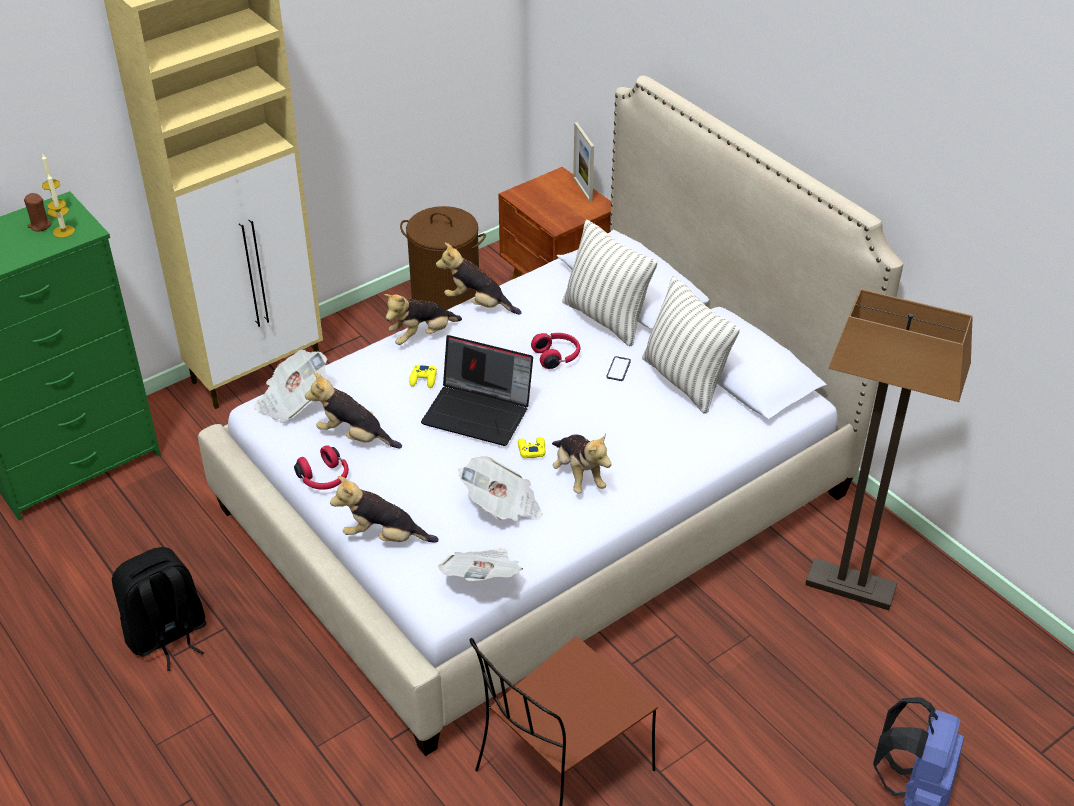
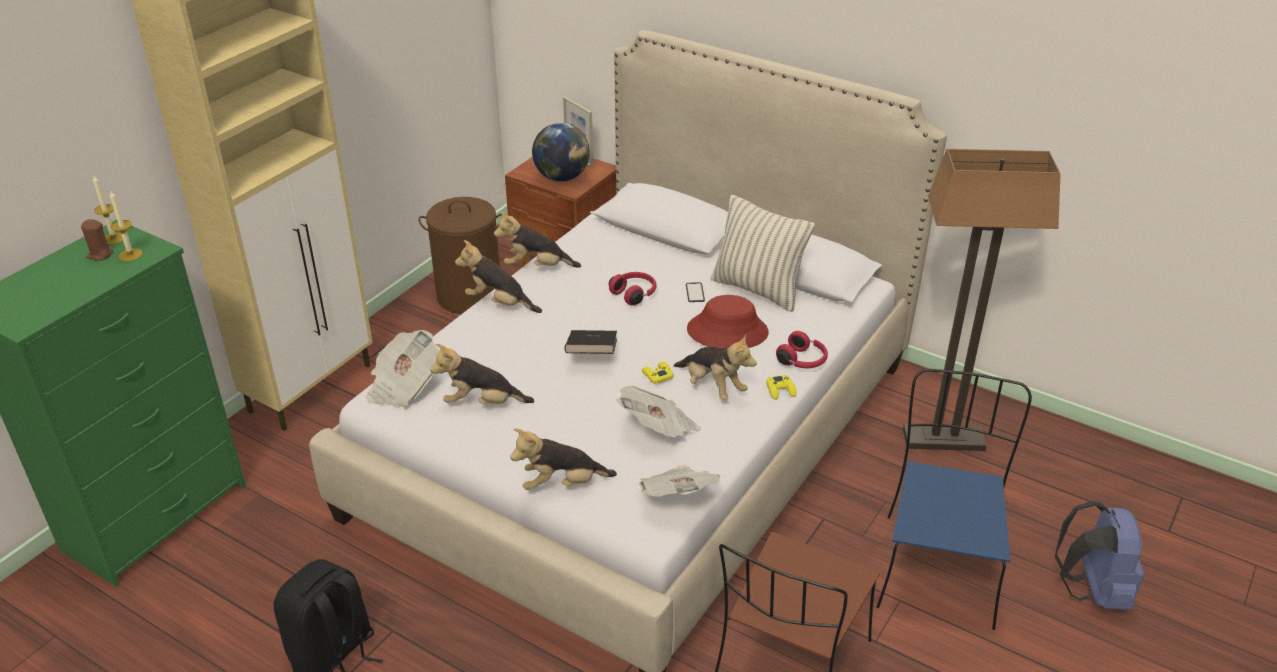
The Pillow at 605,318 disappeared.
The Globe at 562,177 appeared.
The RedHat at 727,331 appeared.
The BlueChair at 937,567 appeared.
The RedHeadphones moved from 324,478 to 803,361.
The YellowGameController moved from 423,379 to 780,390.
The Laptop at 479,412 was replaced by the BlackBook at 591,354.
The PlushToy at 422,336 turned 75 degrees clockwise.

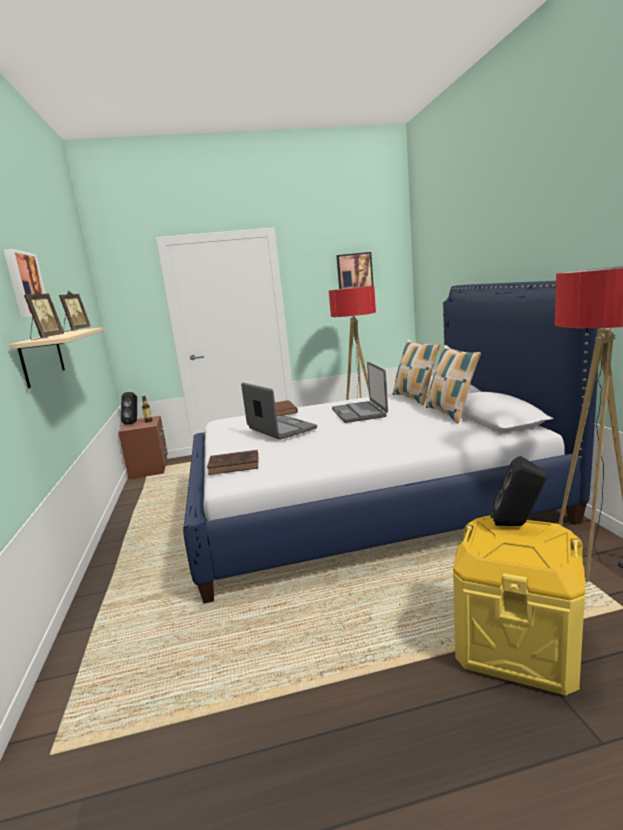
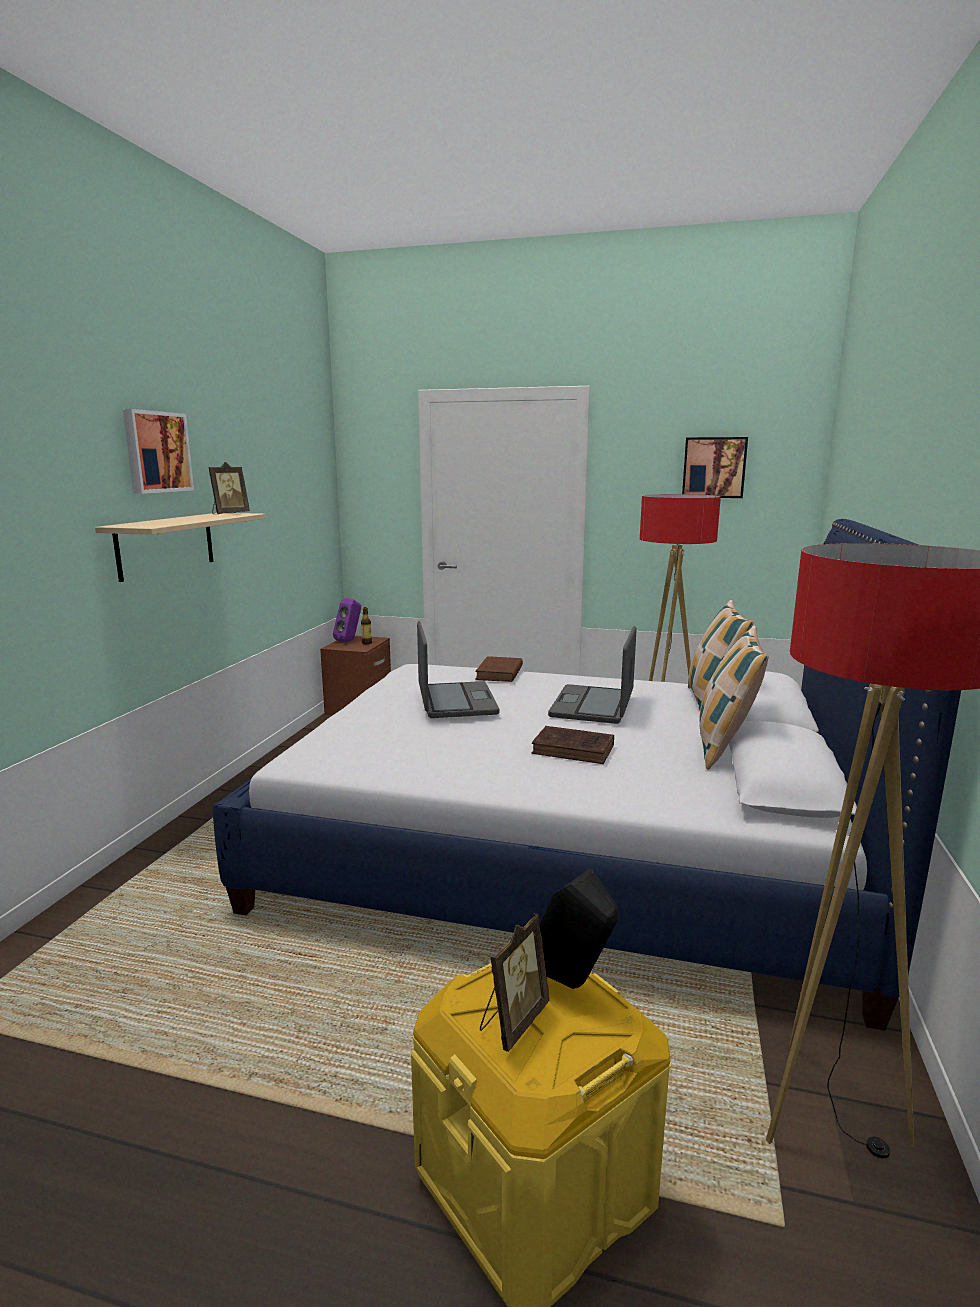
The PictureFrame moved from 46,338 to 512,1021.
The BrownBook moved from 235,465 to 575,750.
The BlackSpeaker at 133,423 became the PurpleSpeaker at 349,640.

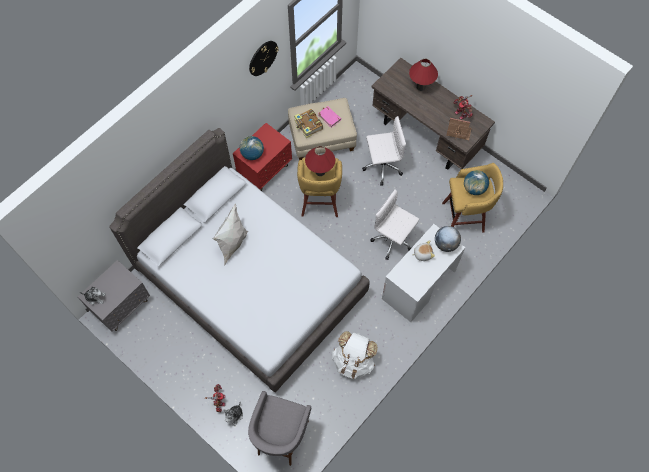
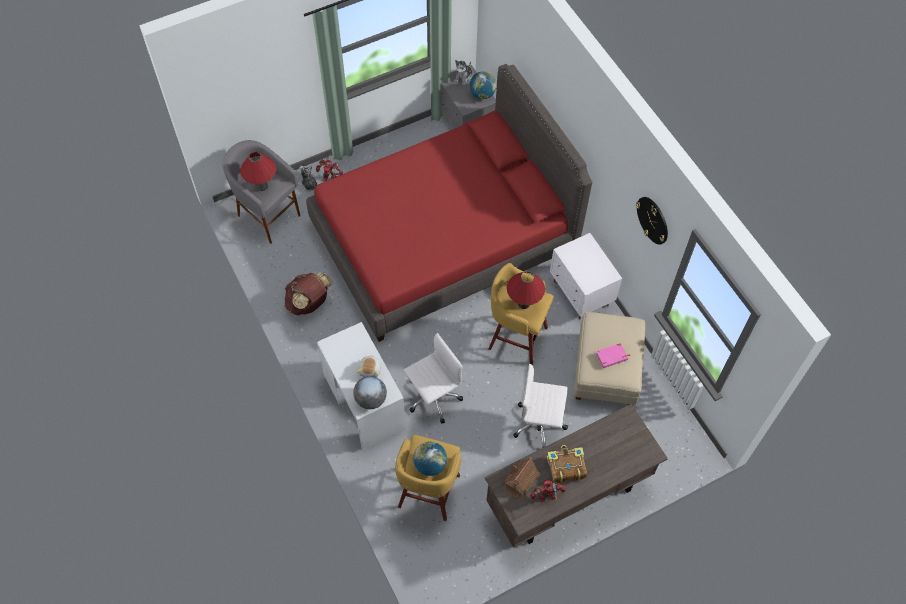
The WhitePillow at 233,244 disappeared.
The Globe moved from 252,154 to 482,94.
The Book moved from 308,126 to 565,467.
The RedTableLamp moved from 420,87 to 262,186.
The GreyBed at 251,283 became the RedBed at 443,238.
The RedNightstand at 265,171 became the WhiteNightstand at 581,294.
The WhiteBackpack at 353,361 became the BrownBackpack at 309,303.
The WhiteOfficeChair at 381,166 turned 90 degrees clockwise.

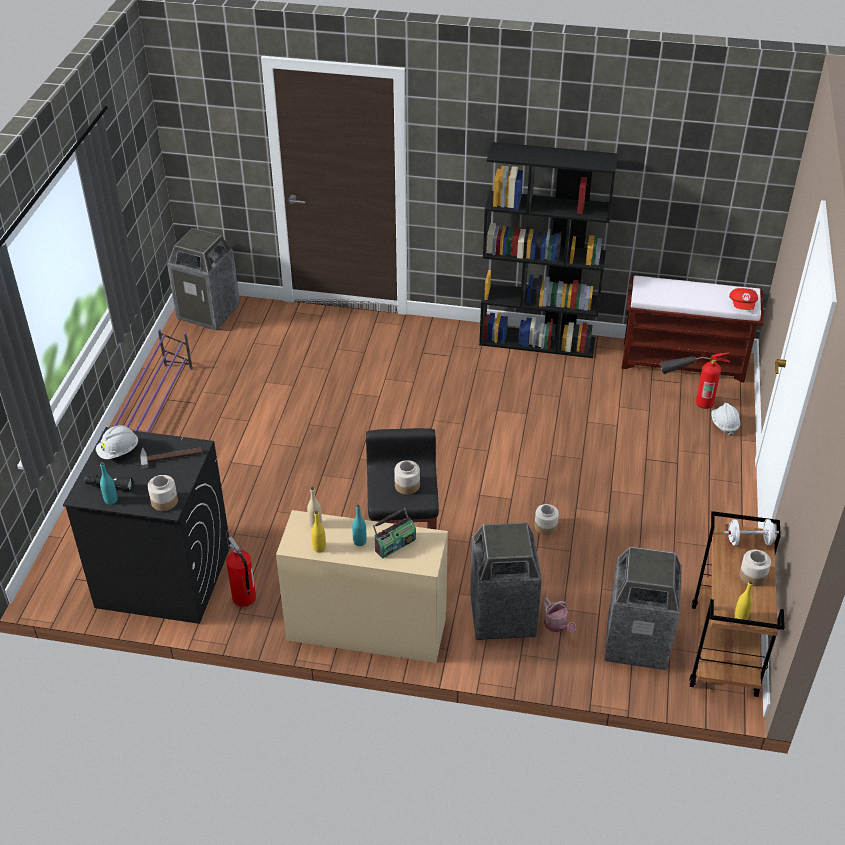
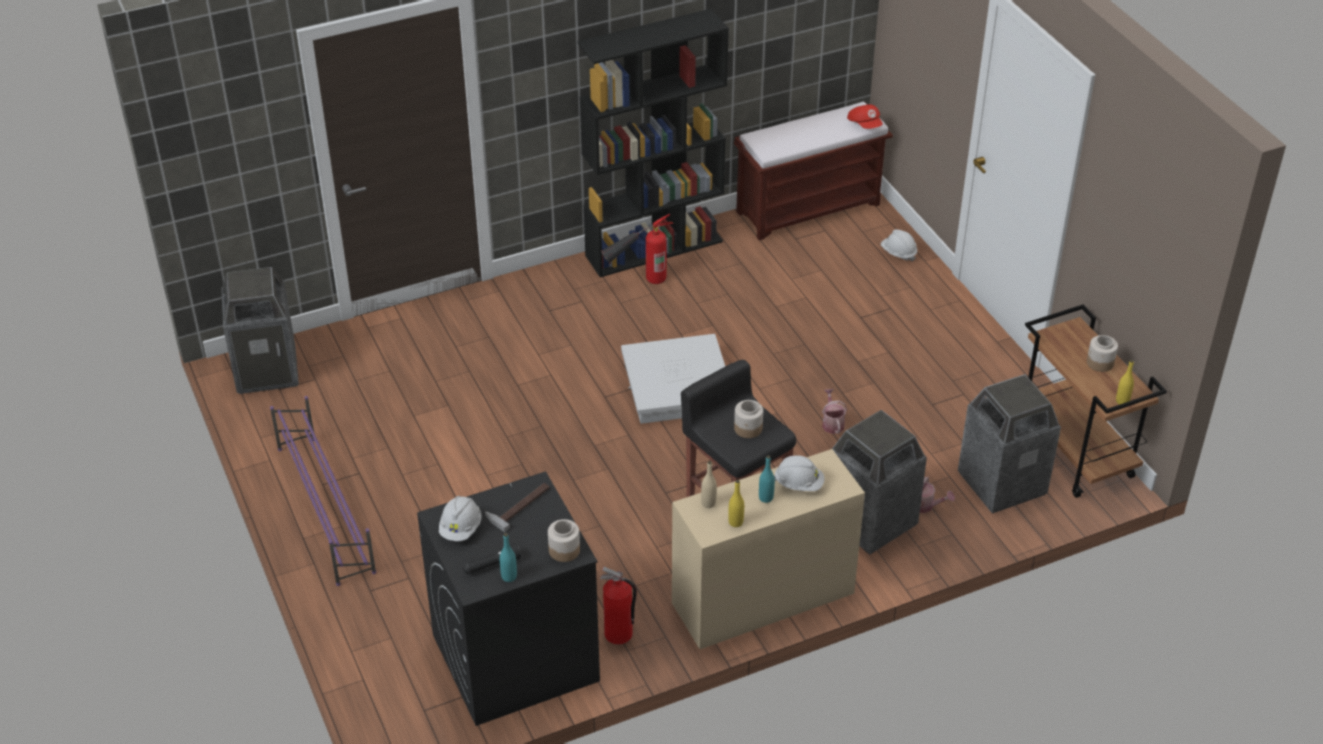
The WhiteDumbbell at 749,541 disappeared.
The WhiteStorageBox at 677,387 appeared.
The FireExtinguisher moved from 687,400 to 637,282.
The Radio at 394,544 was replaced by the WhiteHardHat at 799,484.
The Jar at 546,526 was replaced by the WateringCan at 832,423.

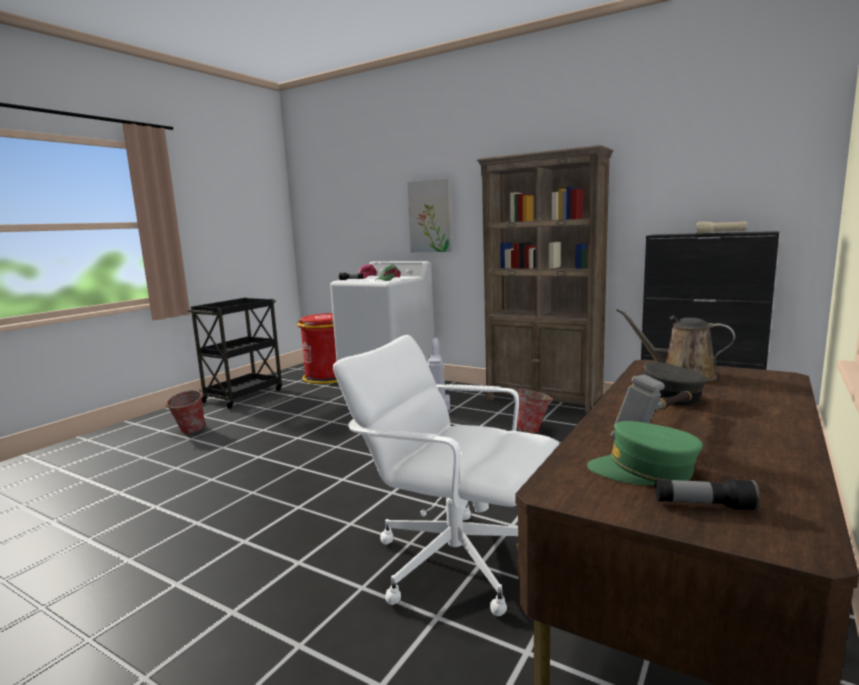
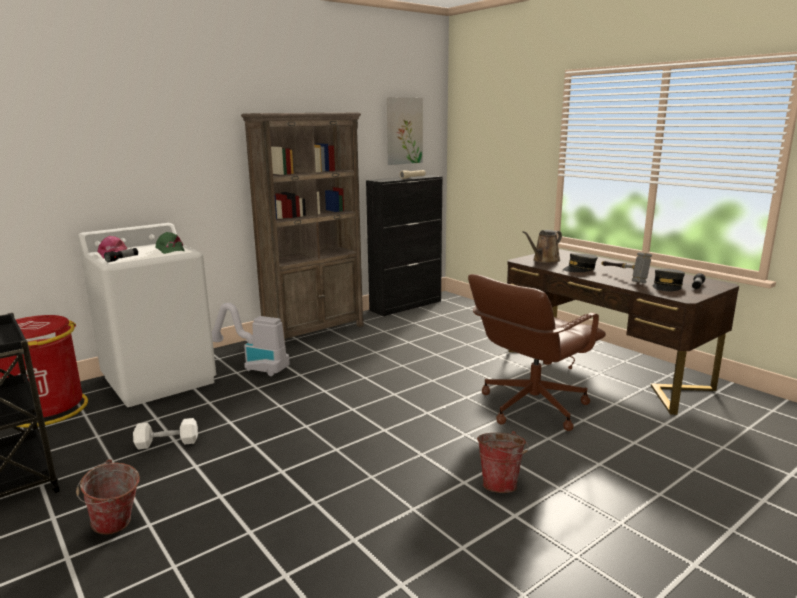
The WhiteDumbbell at 167,443 appeared.
The Picture moved from 430,216 to 404,131.
The Bucket moved from 532,430 to 501,484.
The WhiteOfficeChair at 454,561 became the BrownOfficeChair at 531,406.
The GreenCap at 644,471 became the GreyCap at 667,286.

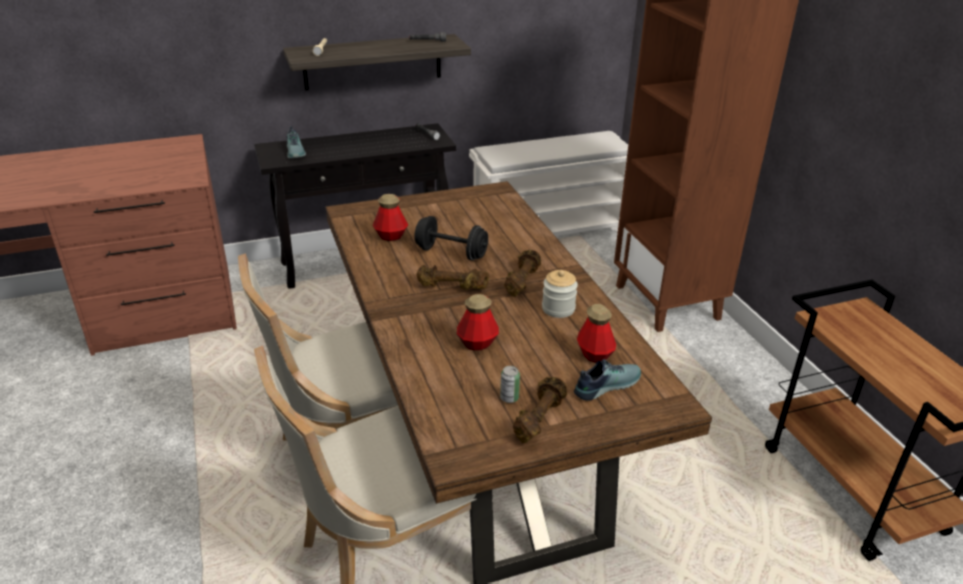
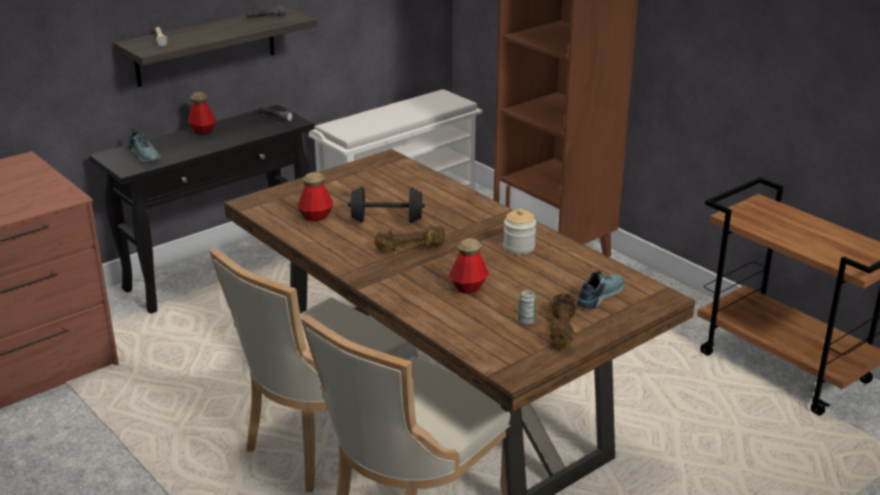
The BrownDumbbell at 521,281 disappeared.
The Bottle moved from 594,354 to 203,131.

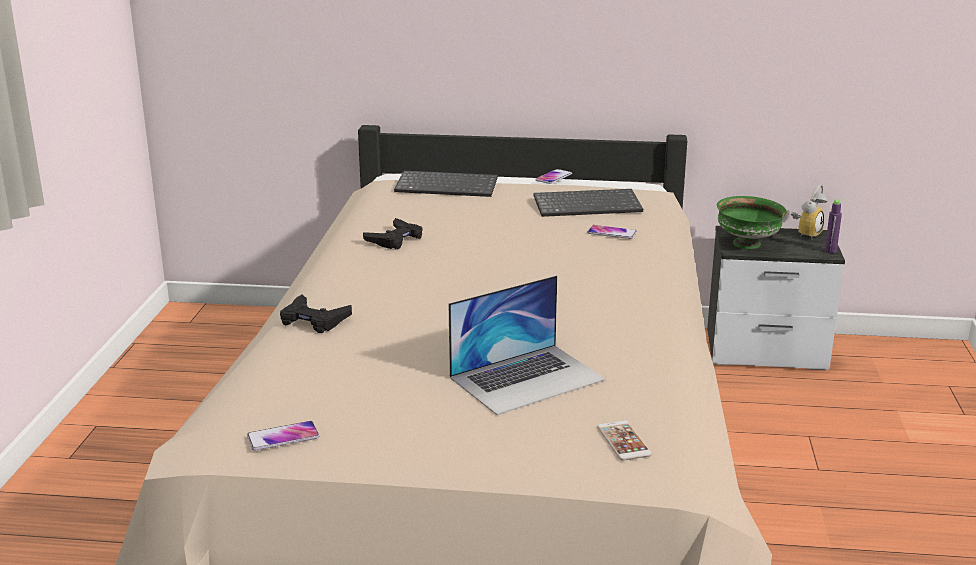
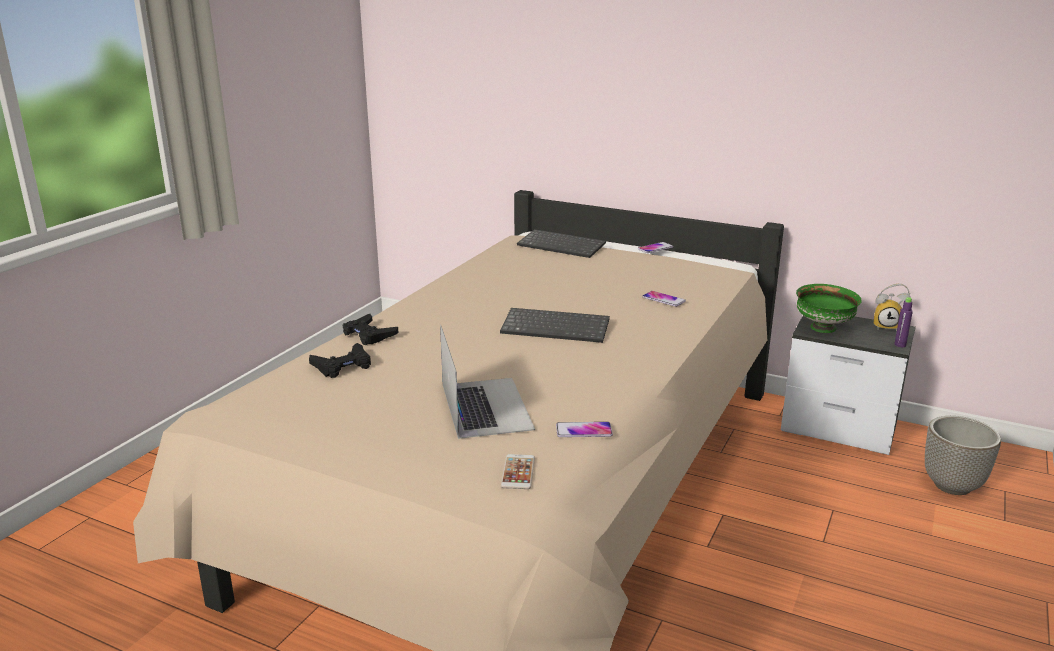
The Planter at 951,485 appeared.
The Phone moved from 283,437 to 584,431.
The BlackGameController moved from 395,239 to 343,366.
The Keyboard moved from 588,205 to 557,327.
The Laptop at 527,378 turned 90 degrees counterclockwise.
The AlarmClock at 806,234 turned 45 degrees clockwise.

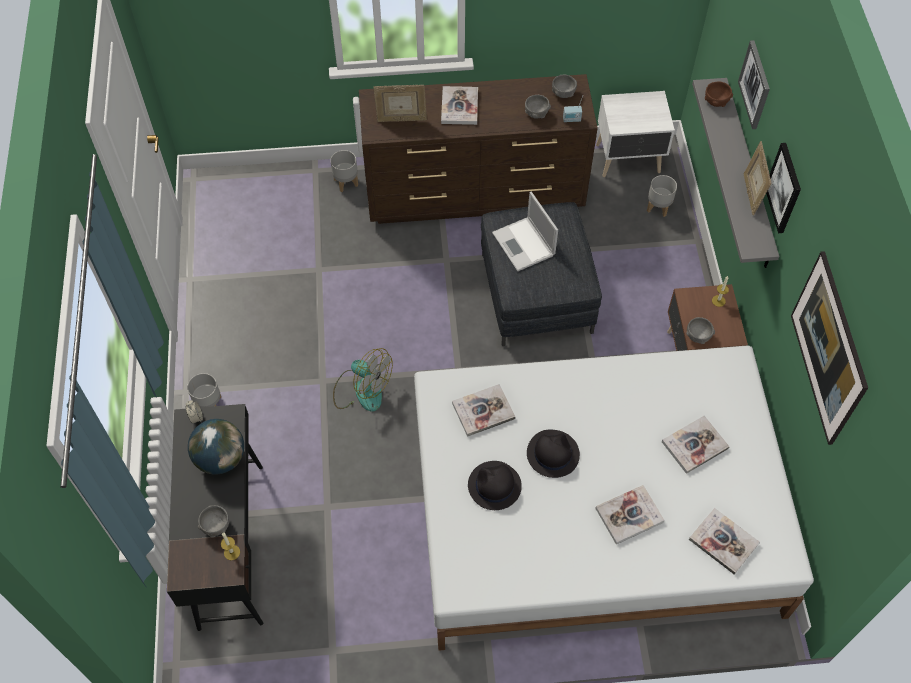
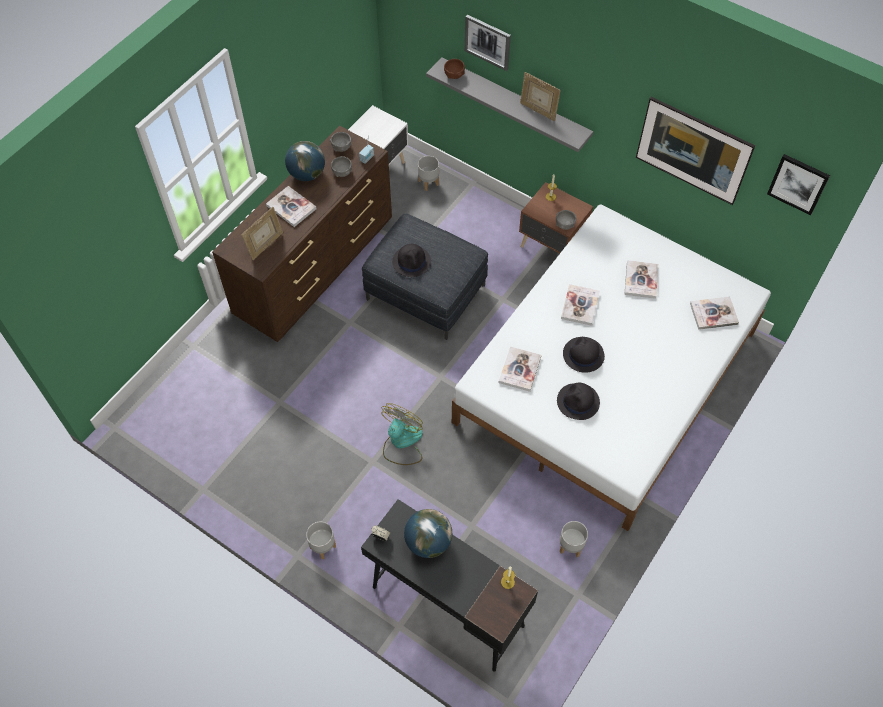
The GreyBowl at 216,526 disappeared.
The Globe at 307,174 appeared.
The GreyPlanter moved from 345,182 to 570,546.
The Book moved from 629,515 to 580,305.
The Picture moved from 784,188 to 798,183.
The Laptop at 524,245 was replaced by the BlackHat at 412,261.
The Fan at 361,389 turned 45 degrees counterclockwise.

